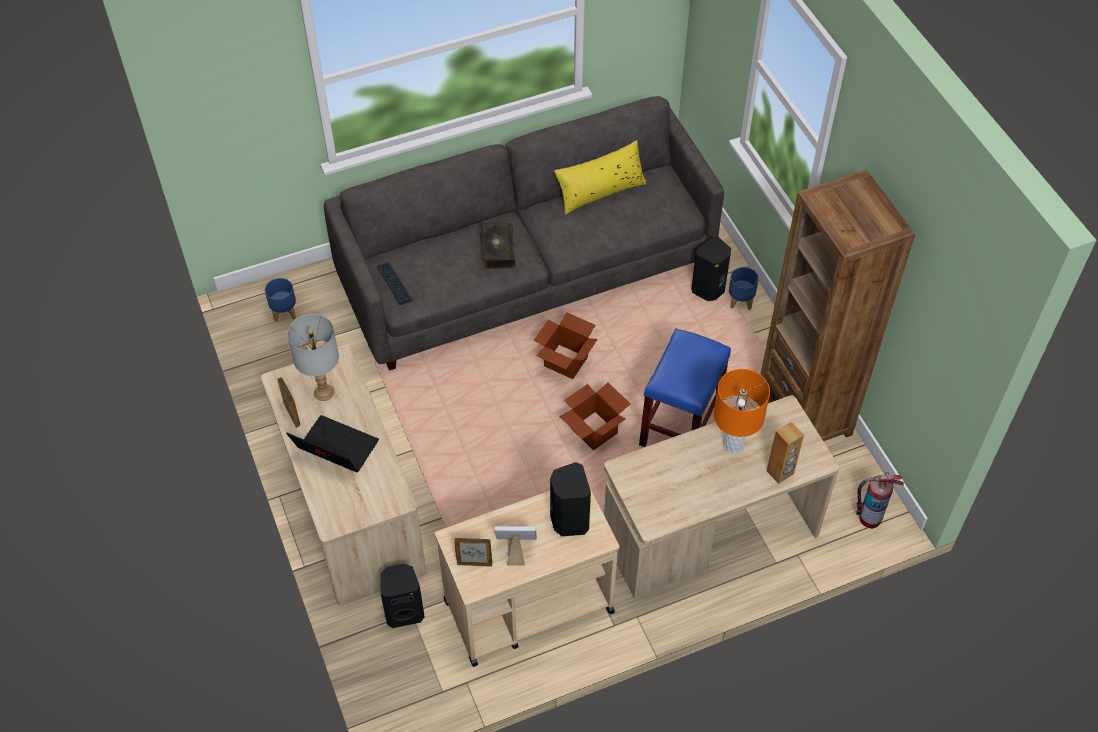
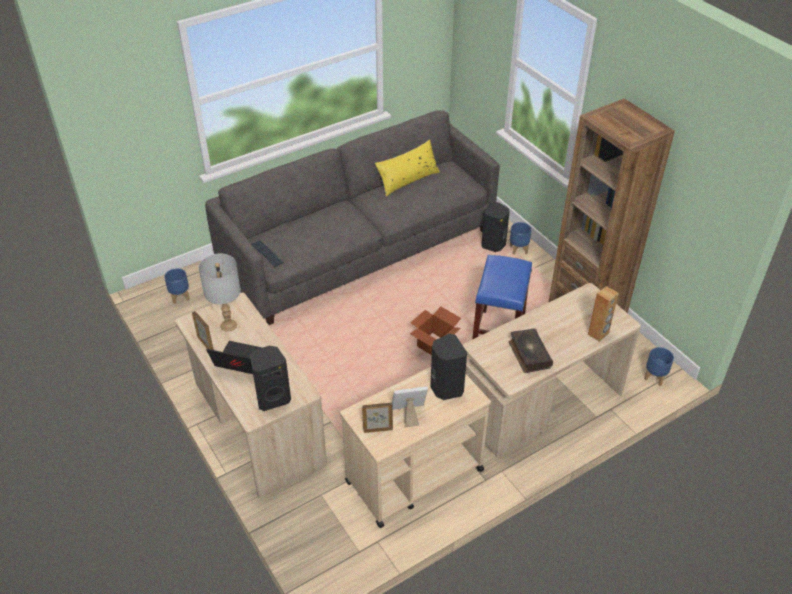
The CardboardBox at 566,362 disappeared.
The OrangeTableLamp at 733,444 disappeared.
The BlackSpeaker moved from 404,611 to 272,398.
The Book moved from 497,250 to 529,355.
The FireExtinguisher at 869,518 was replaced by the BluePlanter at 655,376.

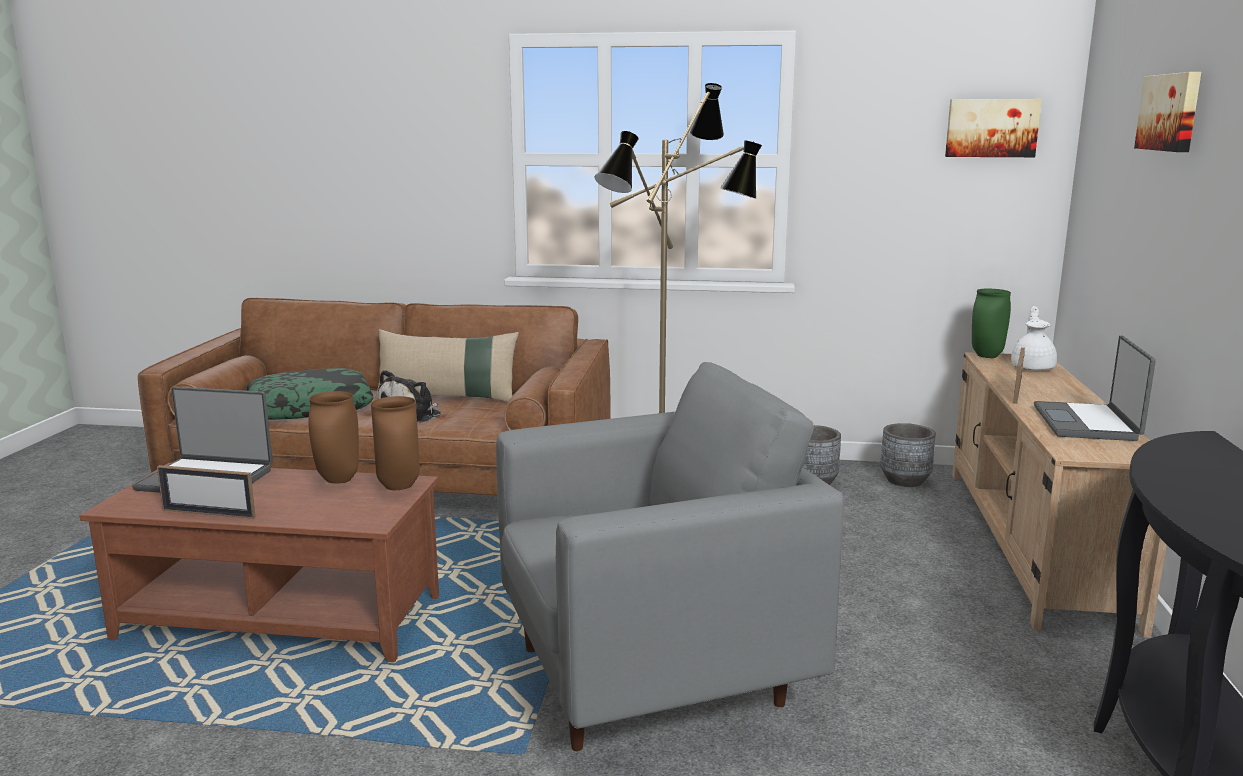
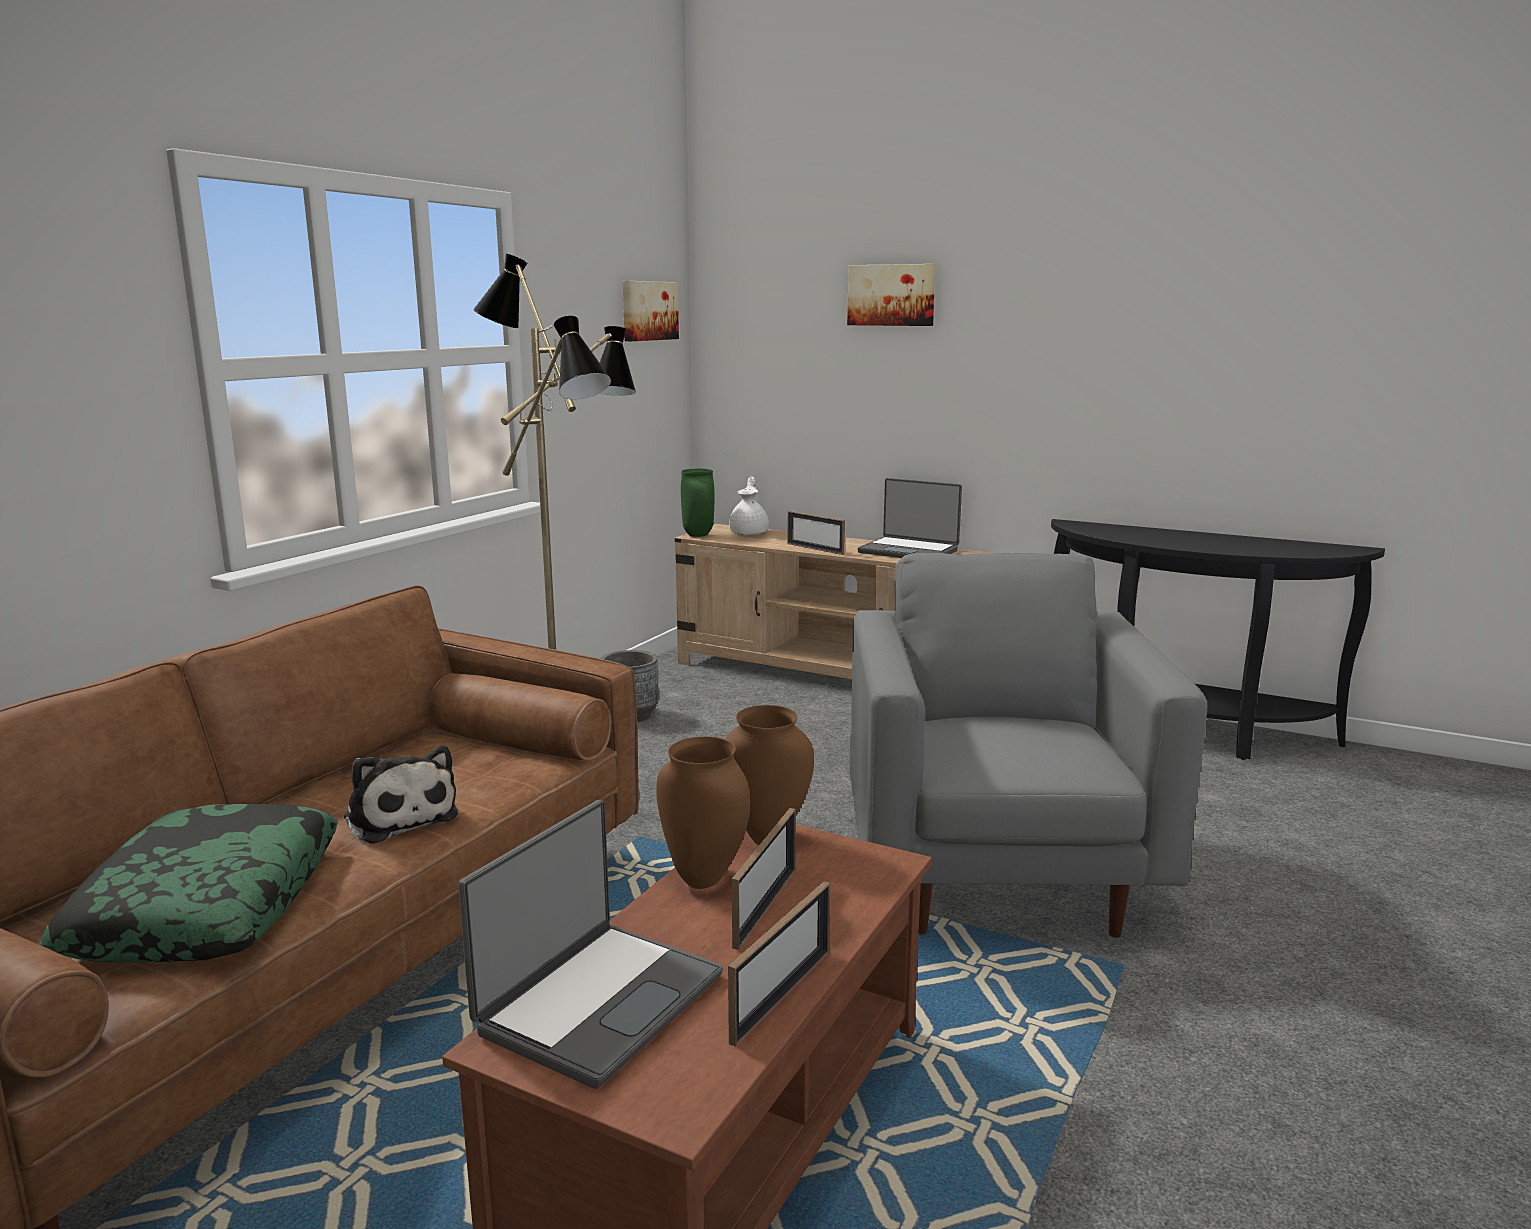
The BeigePillow at 448,397 disappeared.
The GreyPlanter at 905,480 disappeared.
The PictureFrame at 765,907 appeared.
The WhiteTeapot at 1033,368 turned 60 degrees clockwise.

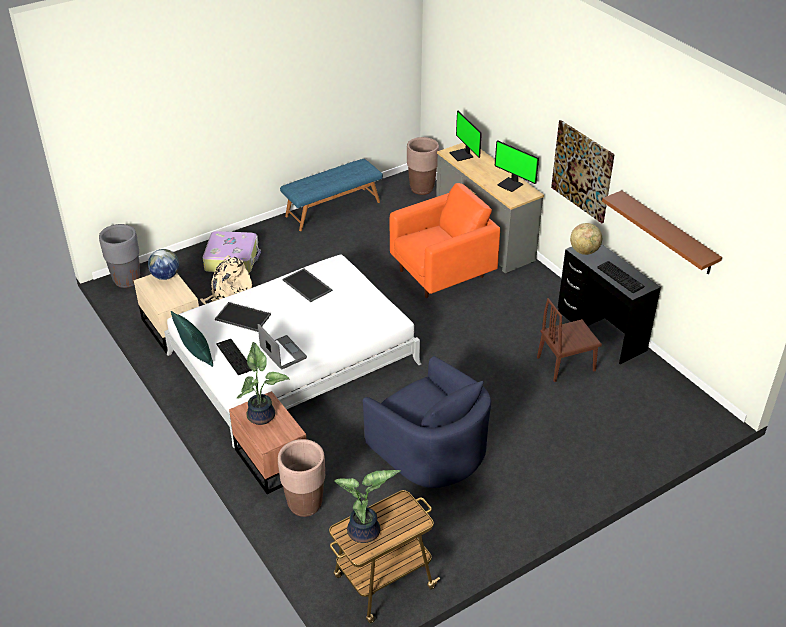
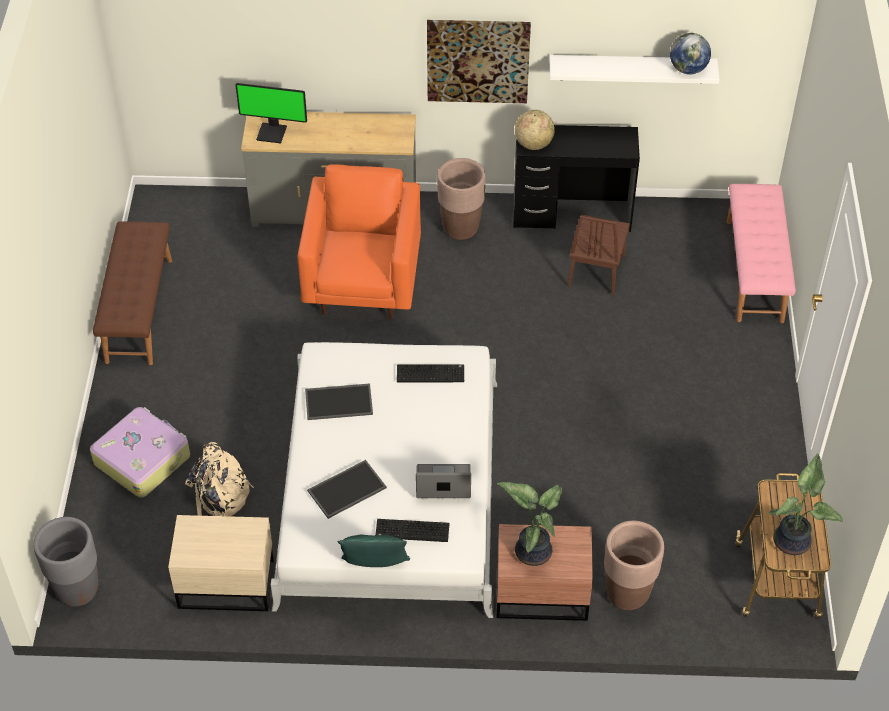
The BlueArmchair at 430,449 disappeared.
The Monitor at 511,184 disappeared.
The PinkBench at 755,270 appeared.
The Globe moved from 165,276 to 688,69.
The BrownPlanter moved from 422,189 to 461,228.
The Keyboard moved from 621,277 to 431,373.
The BlueBench at 332,209 became the BrownBench at 138,310.
The BrownShelf at 667,233 became the WhiteShelf at 632,69.

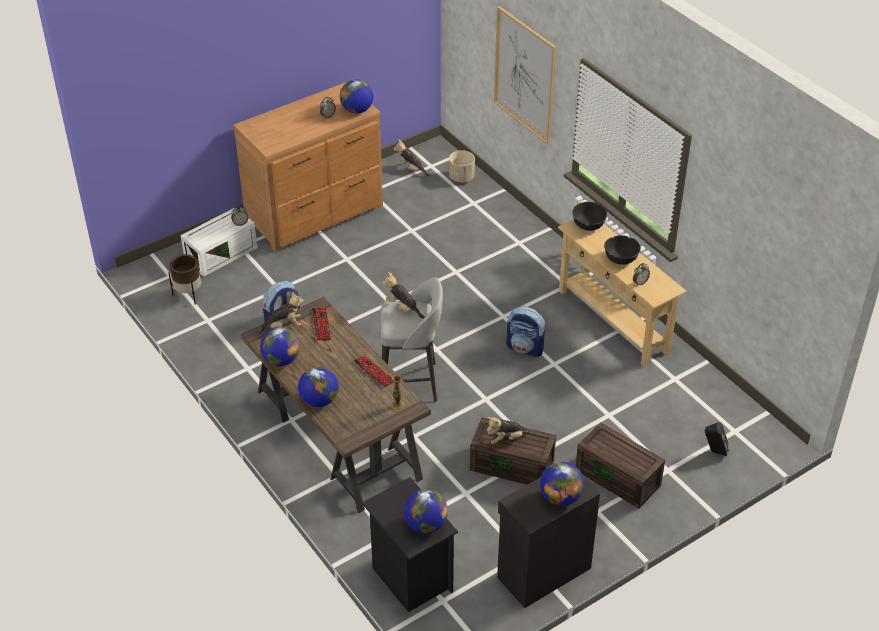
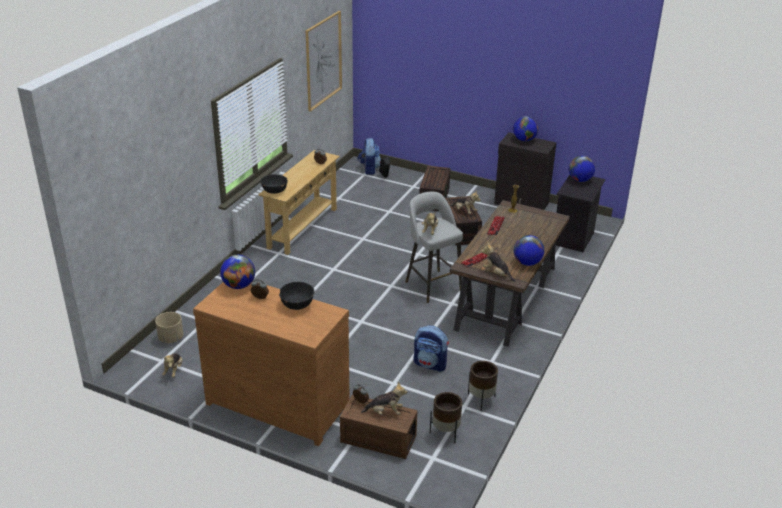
The Globe at 319,400 disappeared.
The PlushToy at 385,412 appeared.
The BrownPlanter at 481,400 appeared.
The Picture moved from 525,75 to 323,60.
The Backpack moved from 525,348 to 369,169.
The BlackBowl moved from 620,259 to 297,304.
The WhiteStorageBox at 221,253 became the BrownStorageBox at 377,439.

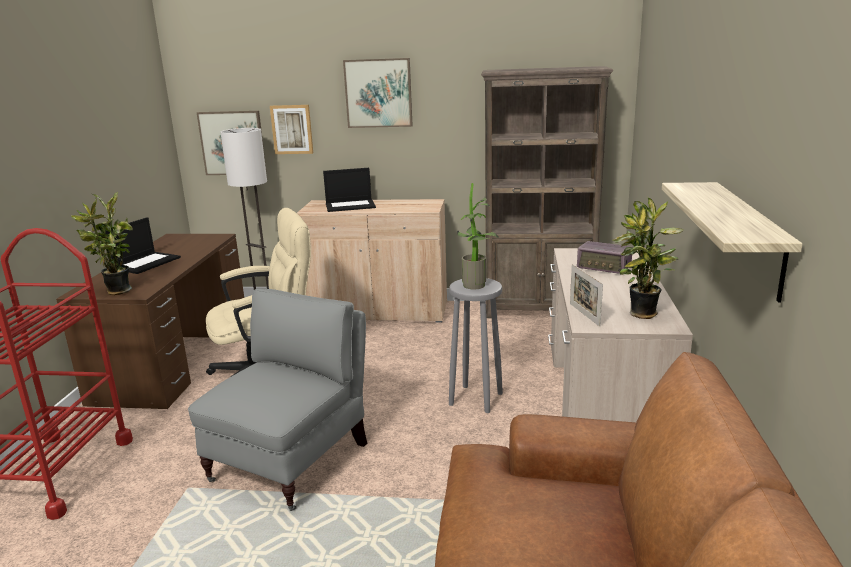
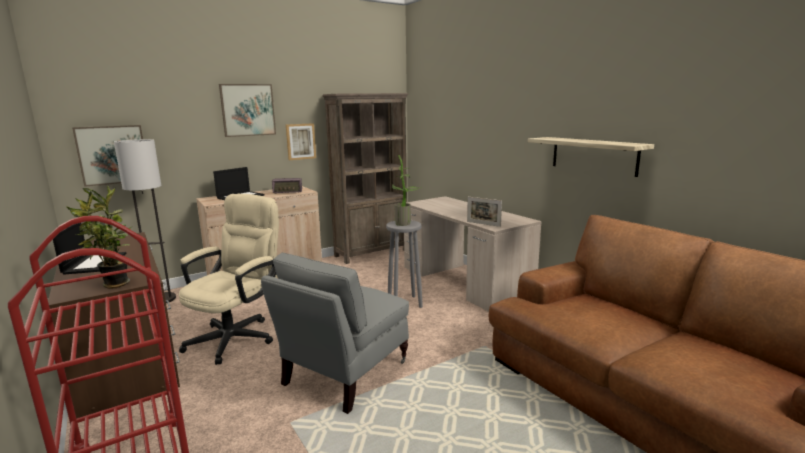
The PottedPlant at 642,315 disappeared.
The Picture moved from 292,129 to 300,141.
The Radio moved from 604,267 to 288,192.
The GreyArmchair at 293,460 turned 135 degrees counterclockwise.

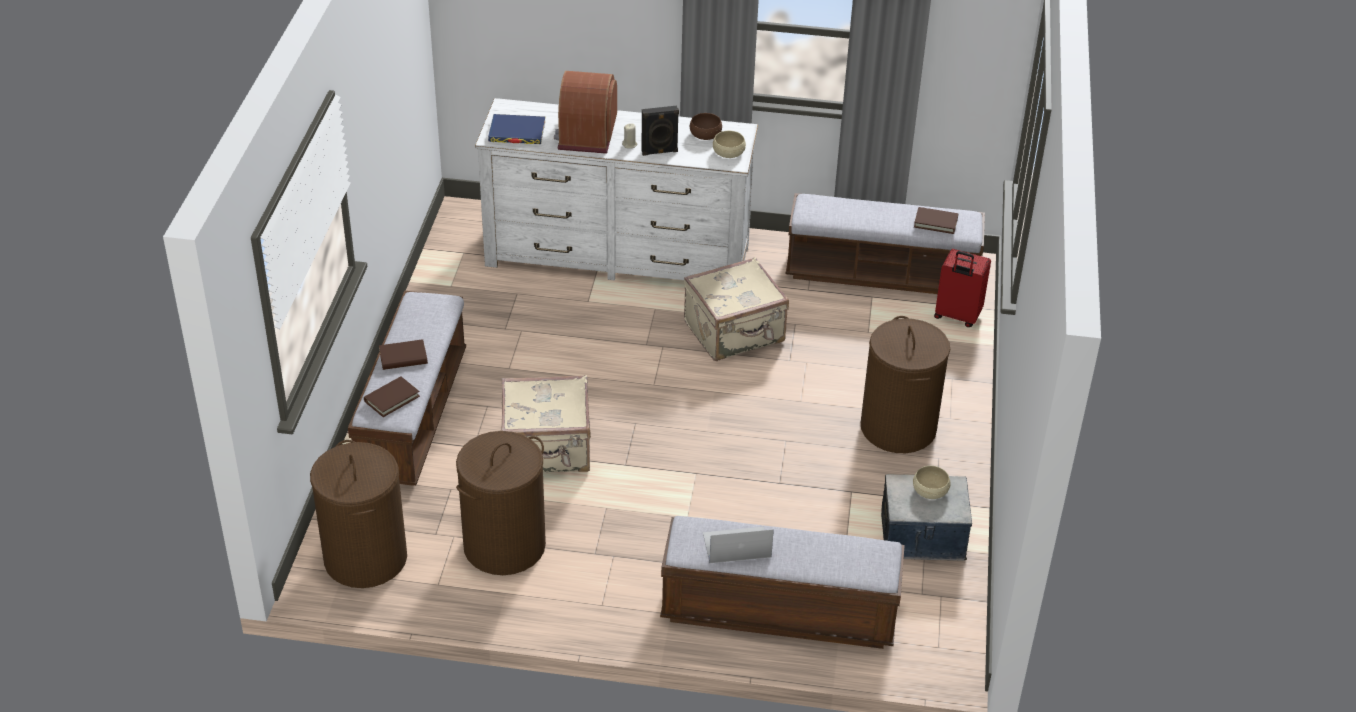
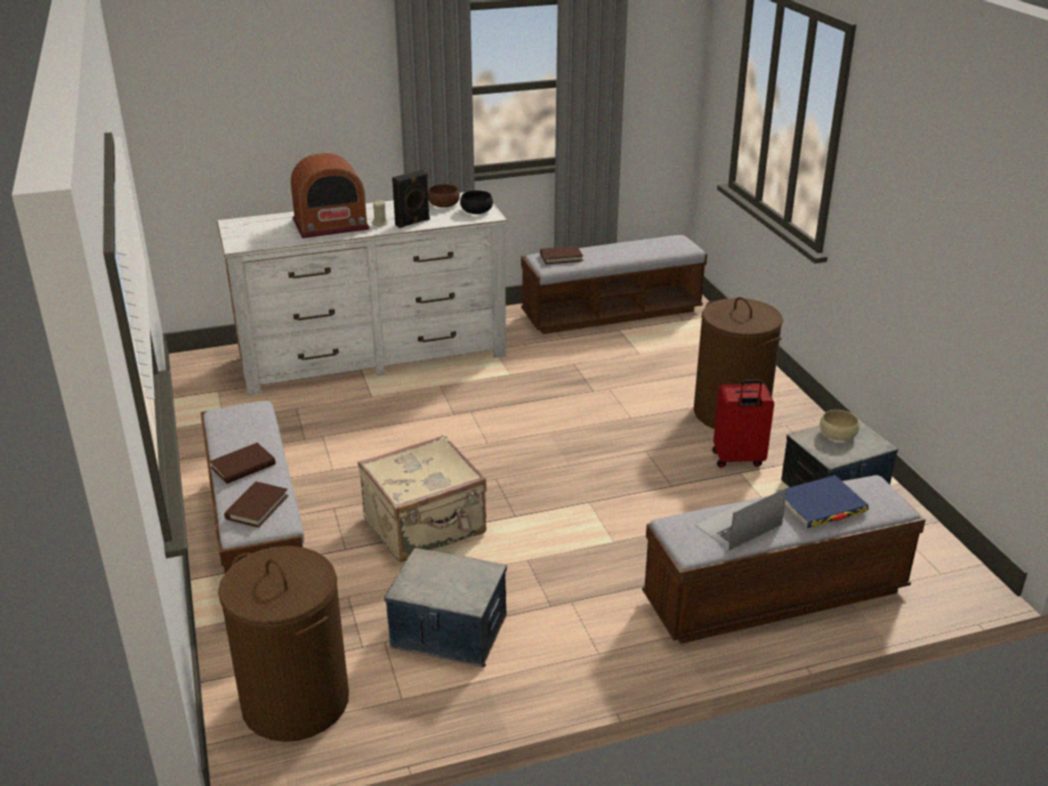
The BeigeSuitcase at 735,333 disappeared.
The BlueBook moved from 517,132 to 821,506.
The BrownBook moved from 935,222 to 561,257.
The RedSuitcase moved from 957,316 to 738,460.
The BrownLaundryBasket at 504,546 was replaced by the StorageBox at 449,632.
The BeigeBowl at 728,152 became the BlackBowl at 476,211.
The Radio at 586,133 turned 90 degrees counterclockwise.

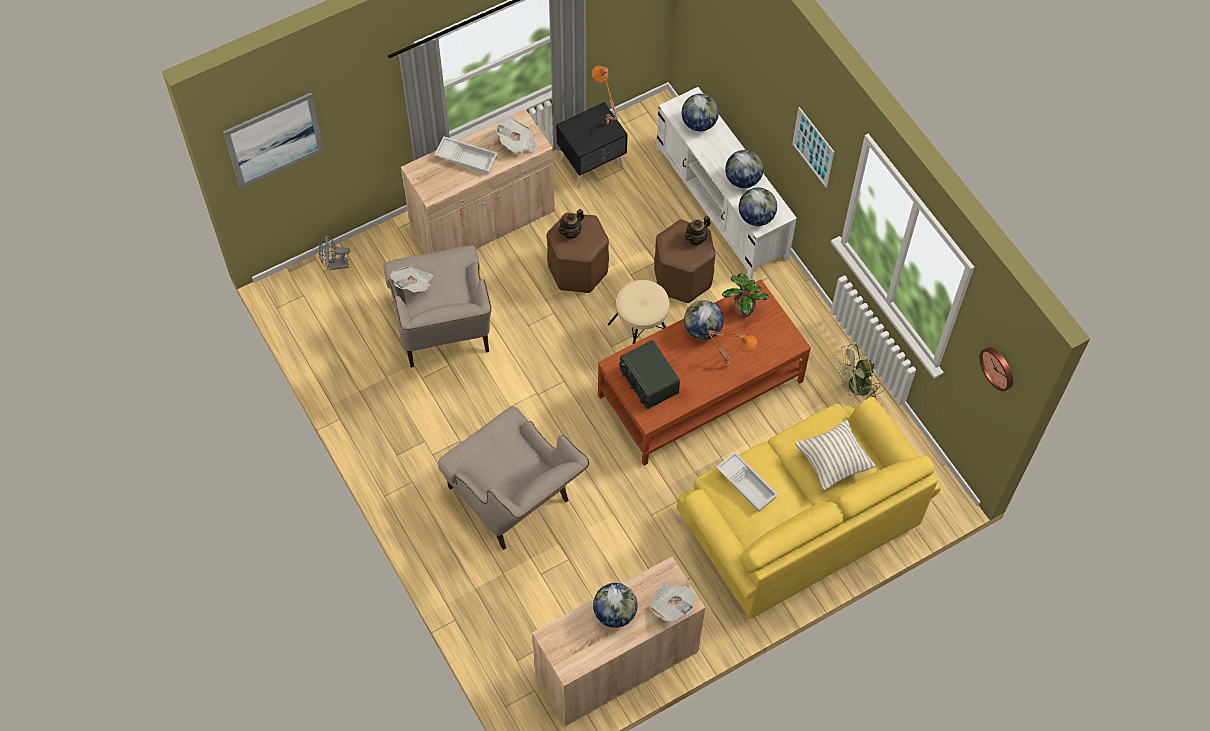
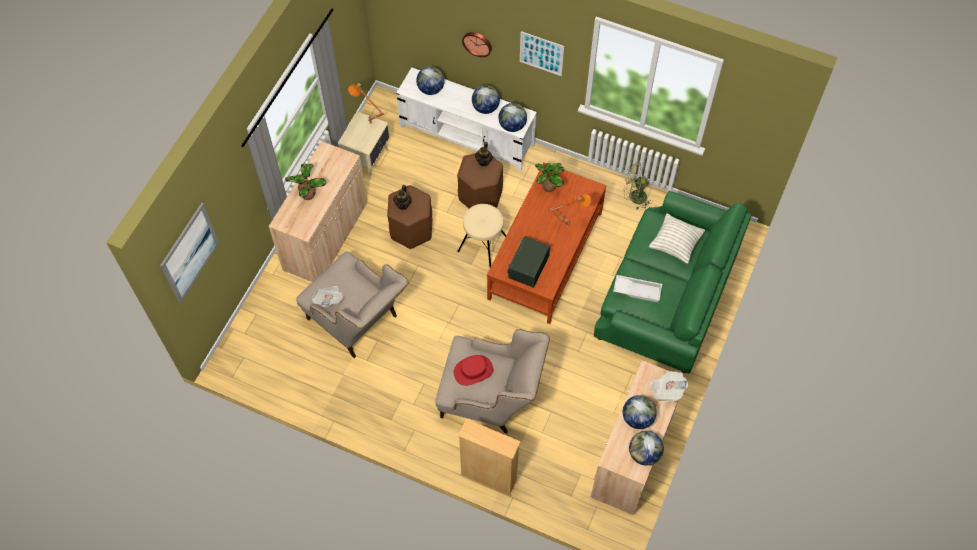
The GreyFan at 334,265 disappeared.
The Newspaper at 517,143 disappeared.
The RedHat at 473,371 appeared.
The BeigeBookcase at 489,477 appeared.
The Globe moved from 702,330 to 644,454.
The WallClock moved from 998,368 to 477,43.
The WhiteTray at 467,157 was replaced by the PottedPlant at 308,194.
The BlackNightstand at 592,165 became the BeigeNightstand at 367,159.
The YellowSofa at 798,522 became the GreenSofa at 666,298.
The Radio at 648,382 turned 90 degrees clockwise.
The GreenFan at 855,388 turned 60 degrees clockwise.

